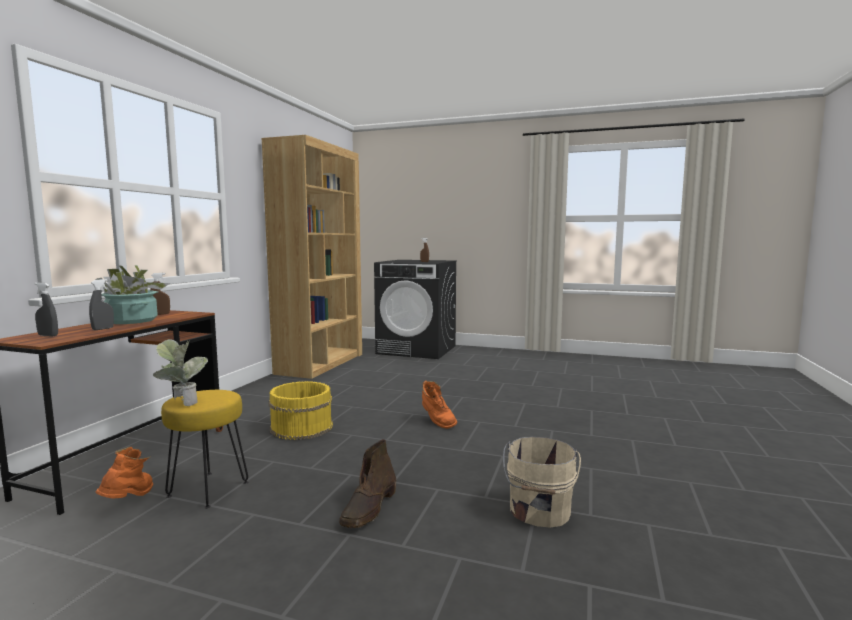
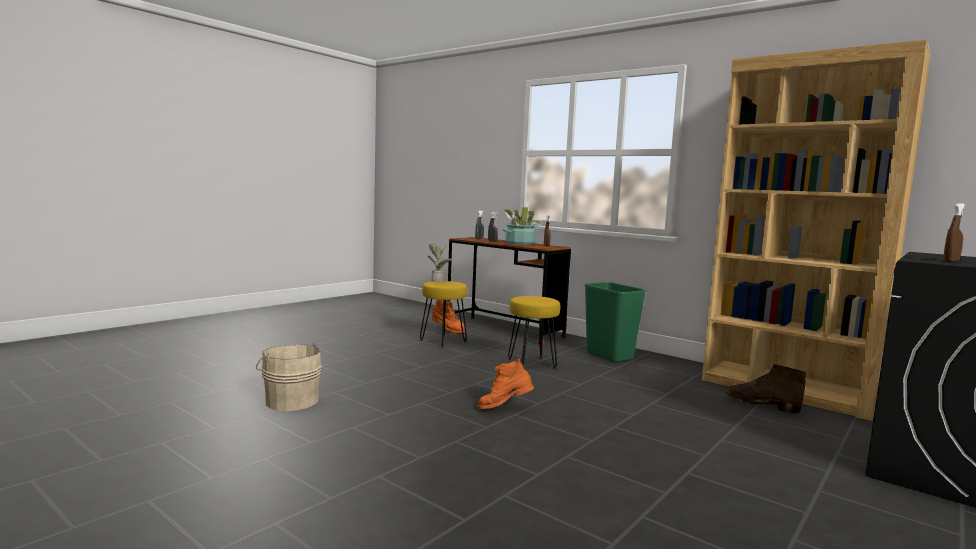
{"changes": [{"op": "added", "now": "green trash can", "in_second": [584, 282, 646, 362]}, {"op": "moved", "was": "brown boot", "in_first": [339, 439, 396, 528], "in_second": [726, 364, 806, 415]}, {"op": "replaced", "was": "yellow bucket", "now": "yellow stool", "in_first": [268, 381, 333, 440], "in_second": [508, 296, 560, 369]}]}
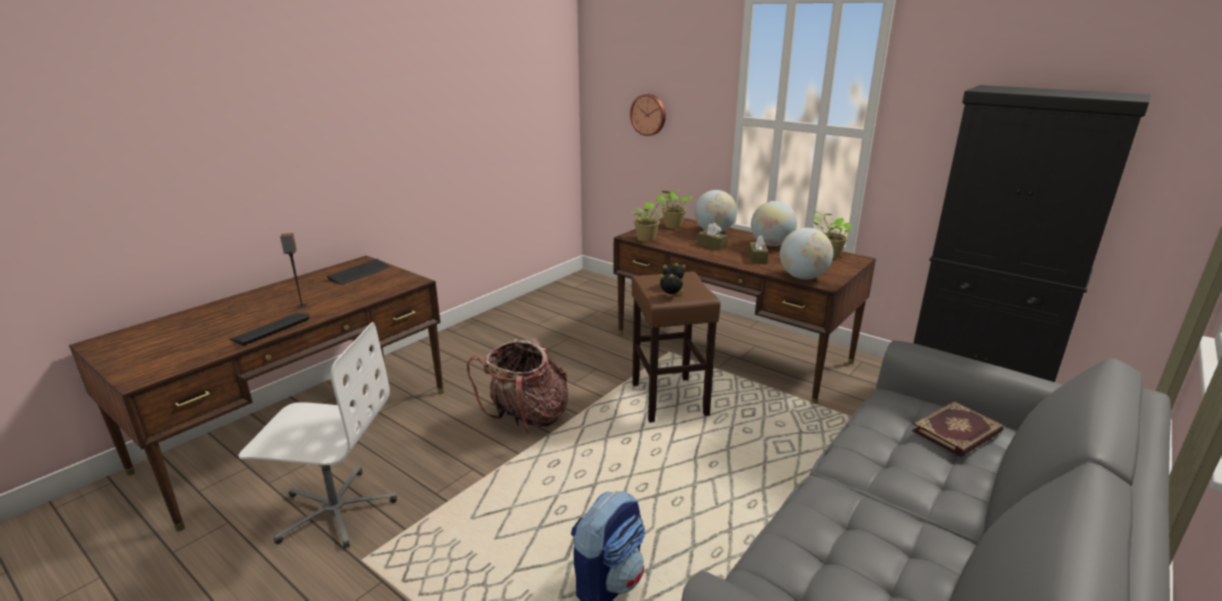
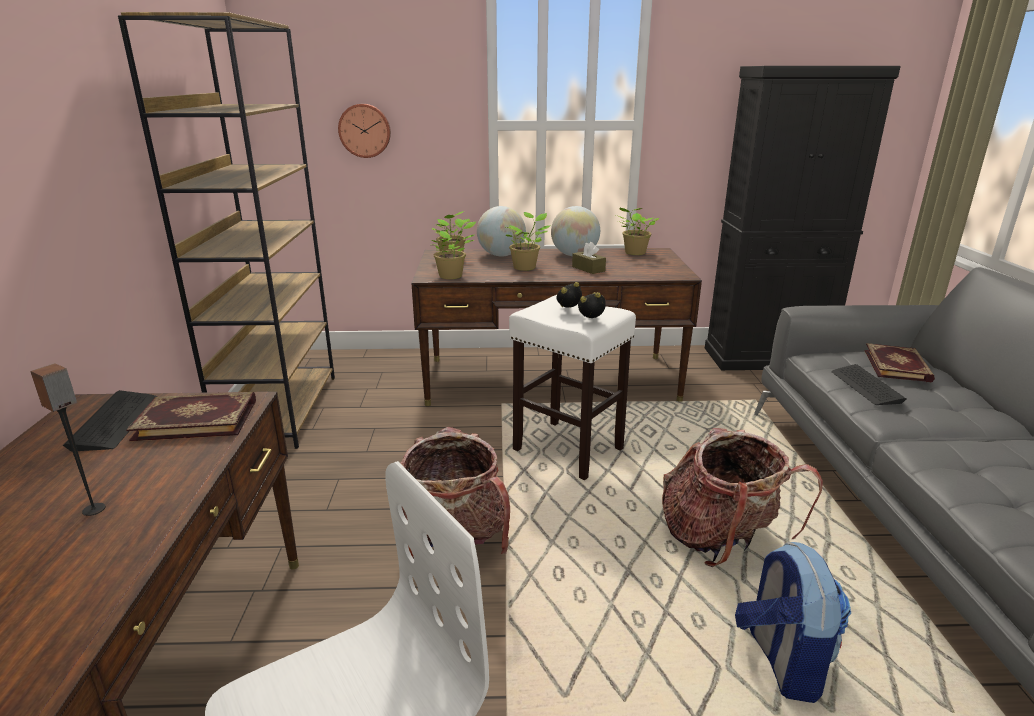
{"changes": [{"op": "removed", "was": "globe", "in_first": [780, 228, 833, 279]}, {"op": "added", "now": "brown bookcase", "in_second": [118, 12, 335, 449]}, {"op": "added", "now": "book", "in_second": [126, 392, 256, 441]}, {"op": "added", "now": "backpack", "in_second": [662, 428, 823, 567]}, {"op": "moved", "was": "keyboard", "in_first": [229, 313, 310, 346], "in_second": [831, 364, 906, 405]}, {"op": "replaced", "was": "brown tissue box", "now": "potted plant", "in_first": [697, 223, 728, 250], "in_second": [506, 212, 551, 271]}, {"op": "recoloured", "was": "brown stool", "now": "white stool", "in_first": [631, 272, 721, 423], "in_second": [509, 295, 636, 480]}]}
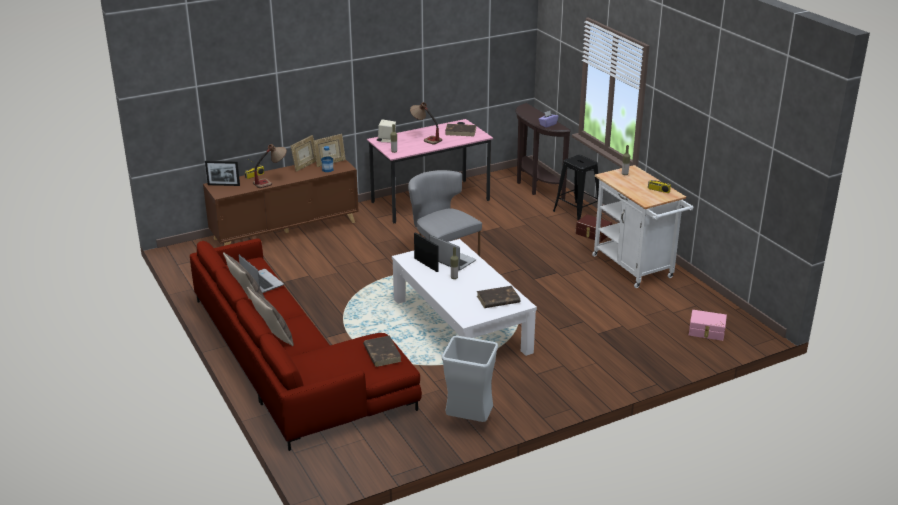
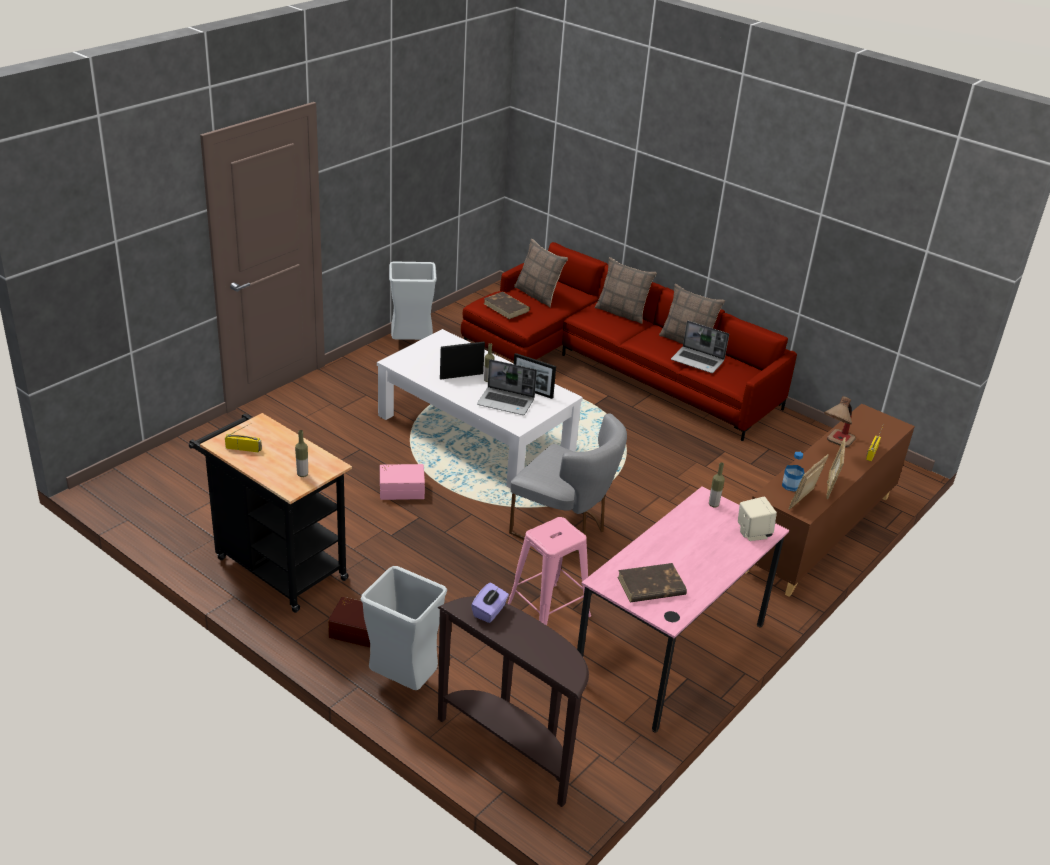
{"changes": [{"op": "removed", "was": "table lamp", "in_first": [410, 102, 442, 145]}, {"op": "removed", "was": "brown book", "in_first": [477, 286, 520, 308]}, {"op": "added", "now": "pink stool", "in_second": [508, 517, 591, 625]}, {"op": "added", "now": "pillow", "in_second": [514, 239, 568, 307]}, {"op": "moved", "was": "picture frame", "in_first": [205, 160, 240, 186], "in_second": [440, 342, 485, 380]}, {"op": "moved", "was": "pink storage box", "in_first": [689, 310, 727, 341], "in_second": [380, 464, 425, 500]}, {"op": "replaced", "was": "black stool", "now": "grey trash can", "in_first": [553, 155, 602, 220], "in_second": [361, 566, 447, 690]}, {"op": "recoloured", "was": "white cart", "now": "black cart", "in_first": [592, 165, 694, 288], "in_second": [189, 413, 352, 613]}]}
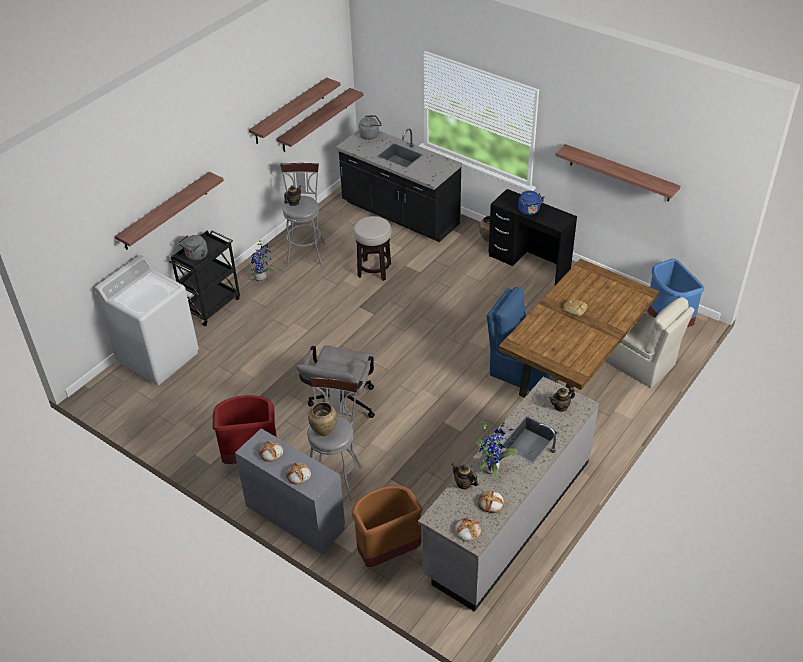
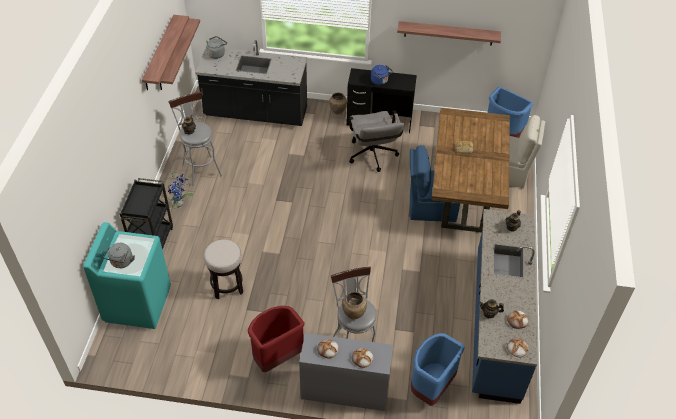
{"changes": [{"op": "removed", "was": "shelf", "in_first": [115, 172, 224, 250]}, {"op": "removed", "was": "potted plant", "in_first": [475, 421, 517, 477]}, {"op": "moved", "was": "grey kettle", "in_first": [179, 235, 208, 260], "in_second": [104, 243, 135, 268]}, {"op": "moved", "was": "grey office chair", "in_first": [297, 345, 375, 418], "in_second": [349, 111, 404, 172]}, {"op": "moved", "was": "stool", "in_first": [353, 216, 392, 281], "in_second": [204, 239, 243, 300]}, {"op": "recoloured", "was": "white washing machine", "now": "turquoise washing machine", "in_first": [95, 255, 199, 385], "in_second": [83, 222, 171, 329]}, {"op": "recoloured", "was": "brown trash can", "now": "blue trash can", "in_first": [352, 485, 423, 567], "in_second": [411, 333, 465, 406]}, {"op": "recoloured", "was": "grey counter", "now": "blue counter", "in_first": [418, 376, 599, 612], "in_second": [472, 209, 537, 404]}]}
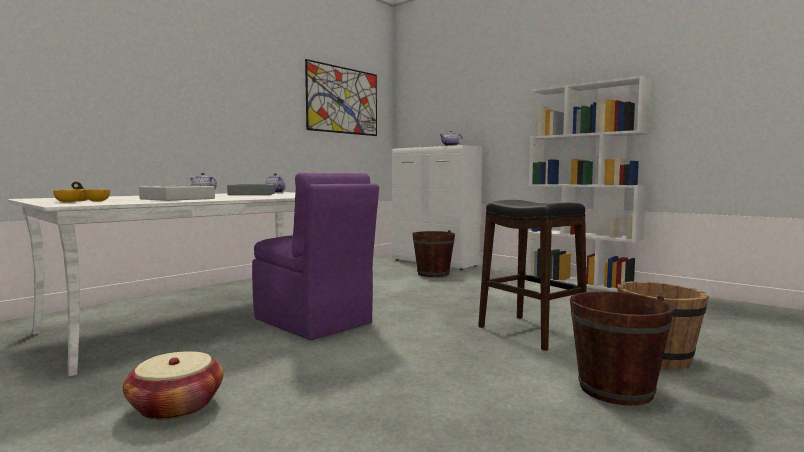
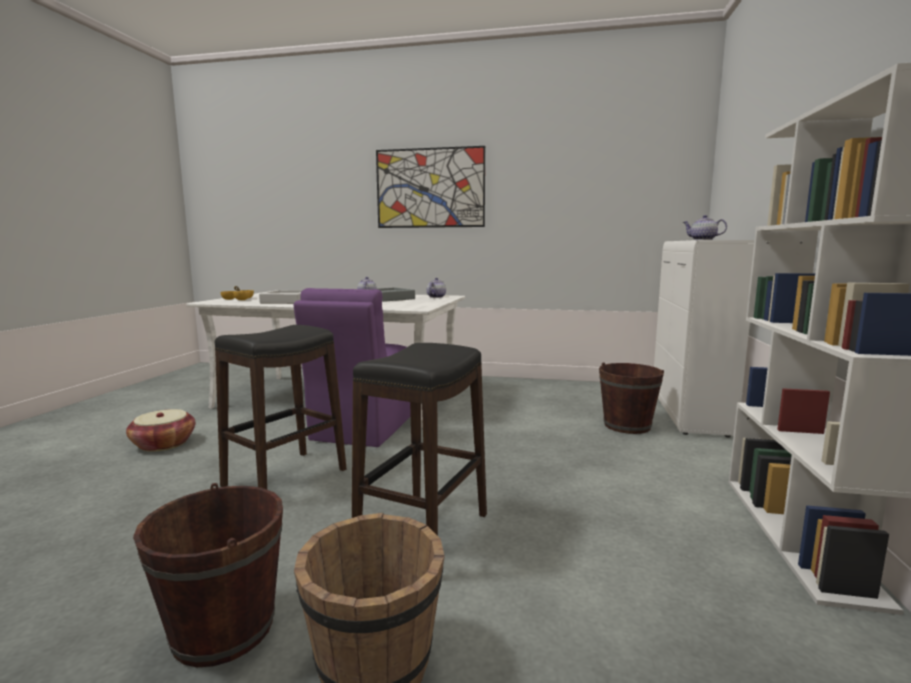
{"changes": [{"op": "added", "now": "black stool", "in_second": [215, 325, 347, 489]}, {"op": "moved", "was": "picture", "in_first": [305, 59, 377, 136], "in_second": [376, 146, 485, 228]}]}
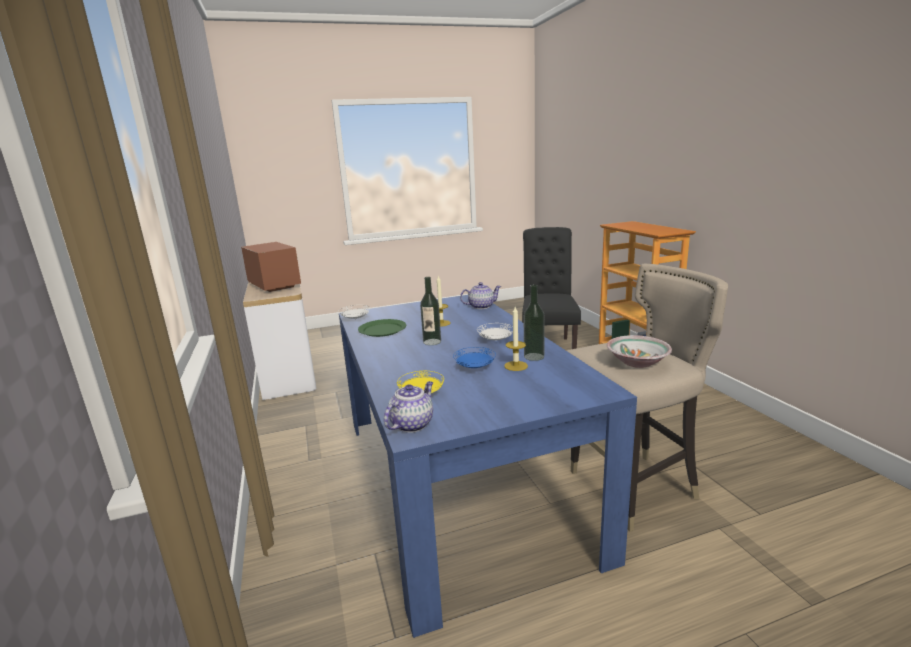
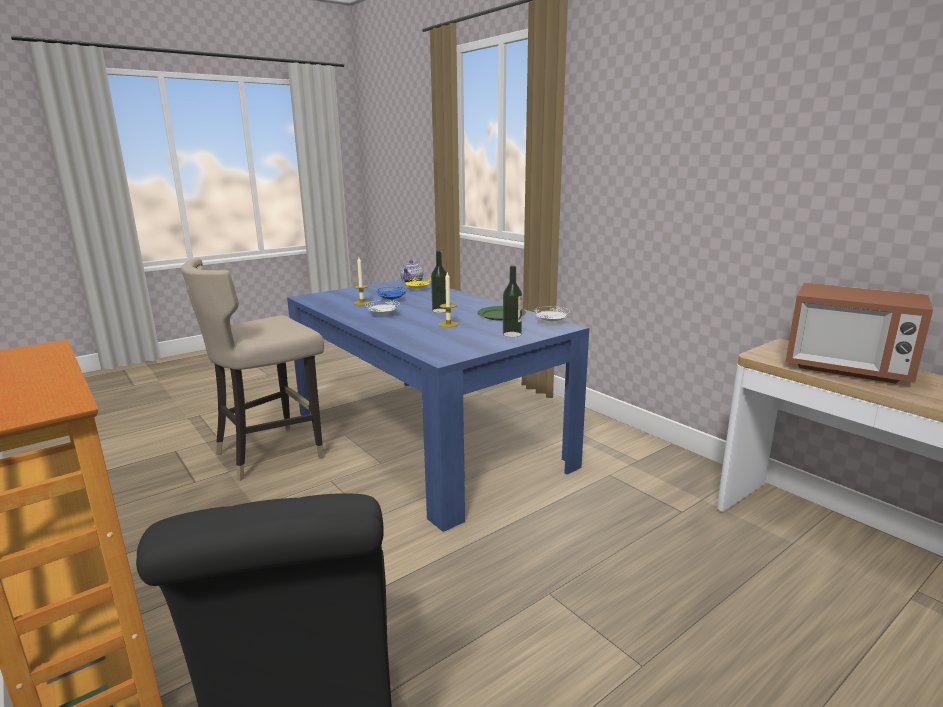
{"changes": [{"op": "removed", "was": "teapot", "in_first": [460, 282, 501, 309]}, {"op": "removed", "was": "bowl", "in_first": [607, 335, 672, 368]}, {"op": "moved", "was": "bottle", "in_first": [524, 285, 545, 361], "in_second": [503, 266, 522, 337]}]}
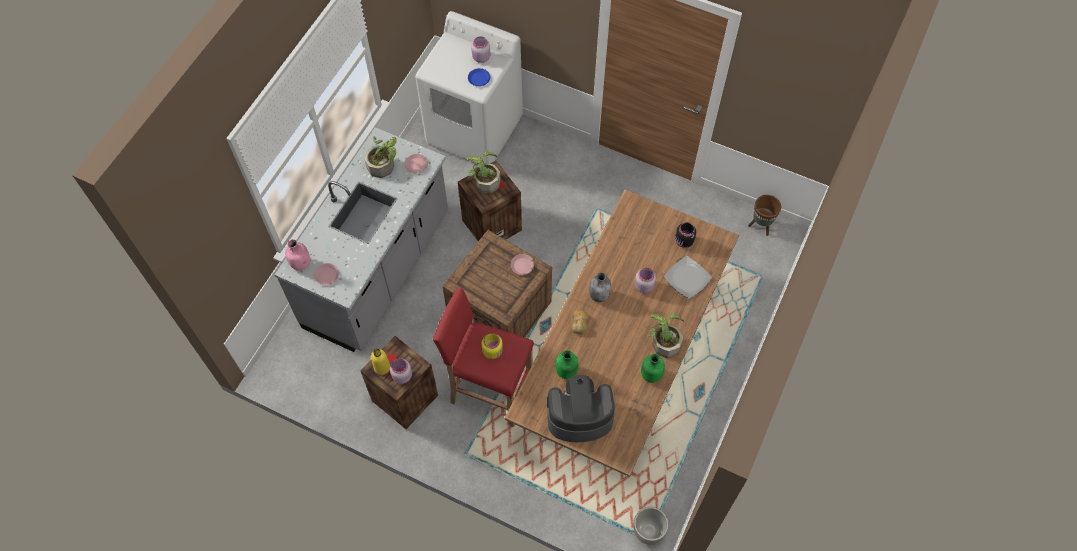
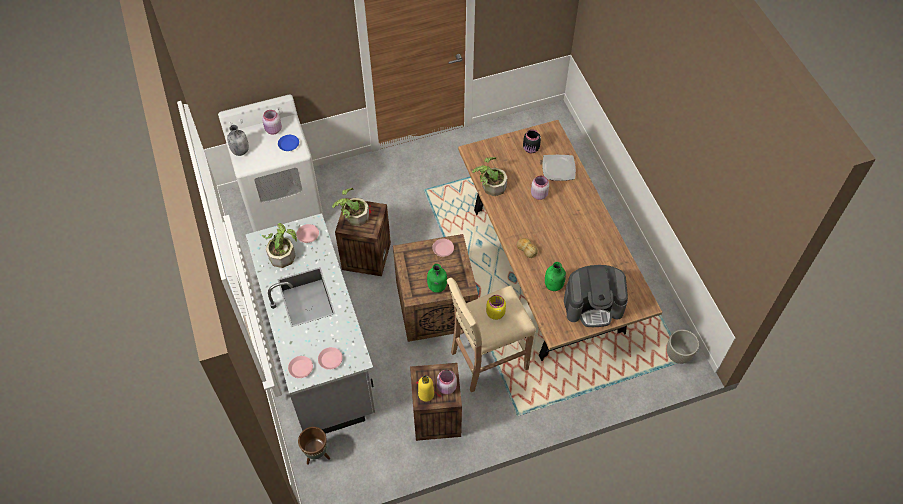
{"changes": [{"op": "moved", "was": "grey bottle", "in_first": [589, 272, 611, 302], "in_second": [227, 125, 249, 156]}, {"op": "moved", "was": "green bottle", "in_first": [641, 354, 665, 383], "in_second": [427, 264, 447, 293]}, {"op": "moved", "was": "potted plant", "in_first": [647, 313, 684, 358], "in_second": [472, 157, 507, 196]}, {"op": "moved", "was": "brown planter", "in_first": [748, 195, 781, 236], "in_second": [298, 427, 330, 465]}, {"op": "replaced", "was": "pink bottle", "now": "pink plate", "in_first": [285, 239, 310, 270], "in_second": [288, 356, 313, 378]}, {"op": "recoloured", "was": "red stool", "now": "beige stool", "in_first": [433, 287, 534, 427], "in_second": [446, 278, 536, 392]}, {"op": "turned", "was": "coffee machine", "in_first": [547, 375, 615, 442], "in_second": [564, 265, 628, 327], "clockwise": -135}]}
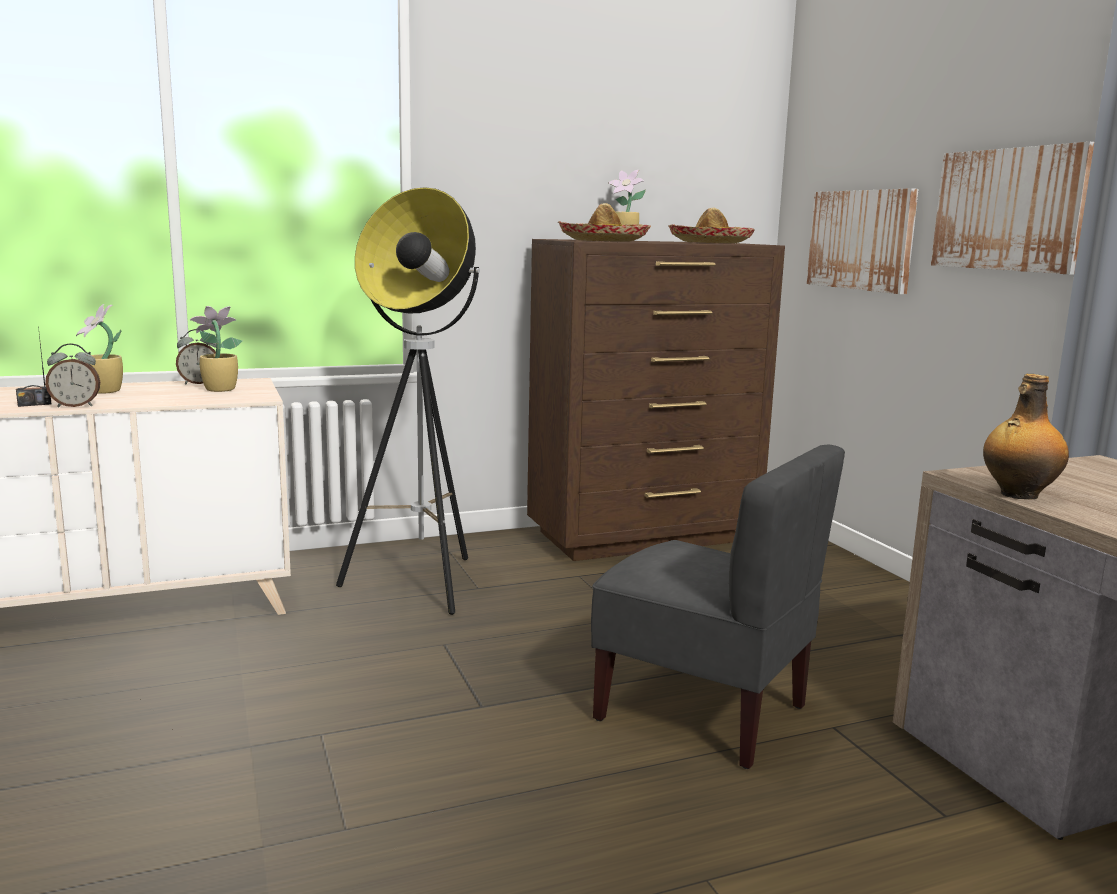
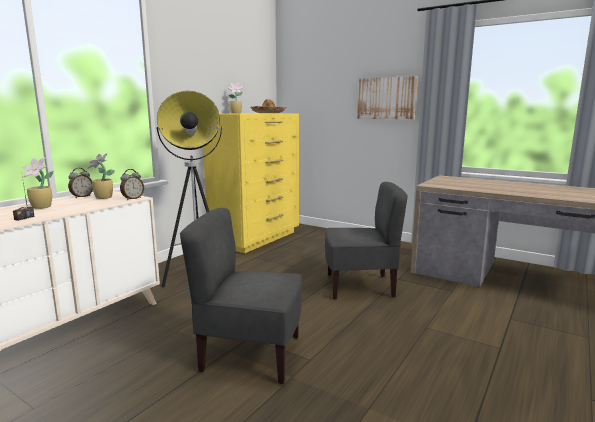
{"changes": [{"op": "removed", "was": "hat", "in_first": [557, 203, 651, 242]}, {"op": "removed", "was": "picture", "in_first": [807, 188, 919, 294]}, {"op": "removed", "was": "bottle", "in_first": [983, 374, 1069, 500]}, {"op": "added", "now": "grey chair", "in_second": [180, 208, 302, 384]}, {"op": "moved", "was": "alarm clock", "in_first": [45, 343, 100, 407], "in_second": [120, 169, 144, 200]}, {"op": "recoloured", "was": "brown dresser", "now": "yellow dresser", "in_first": [527, 239, 785, 561], "in_second": [203, 113, 299, 253]}]}
